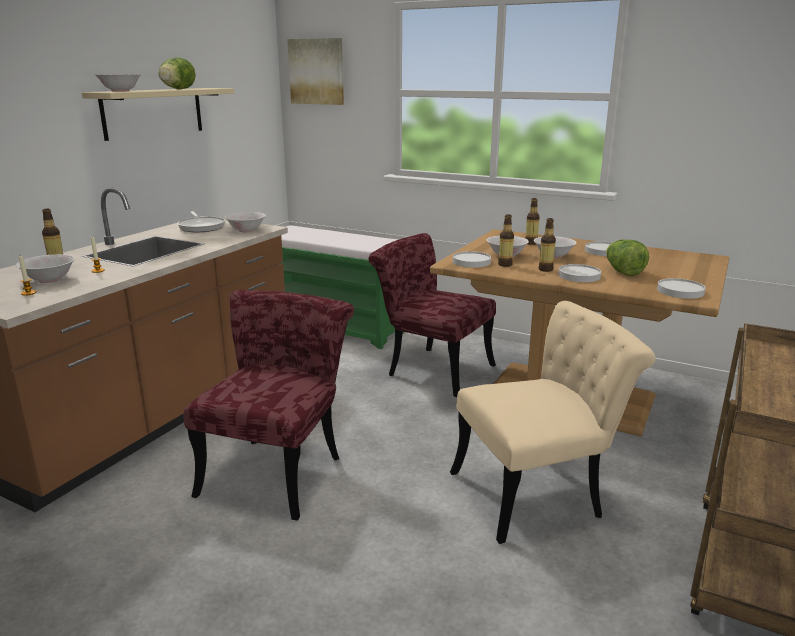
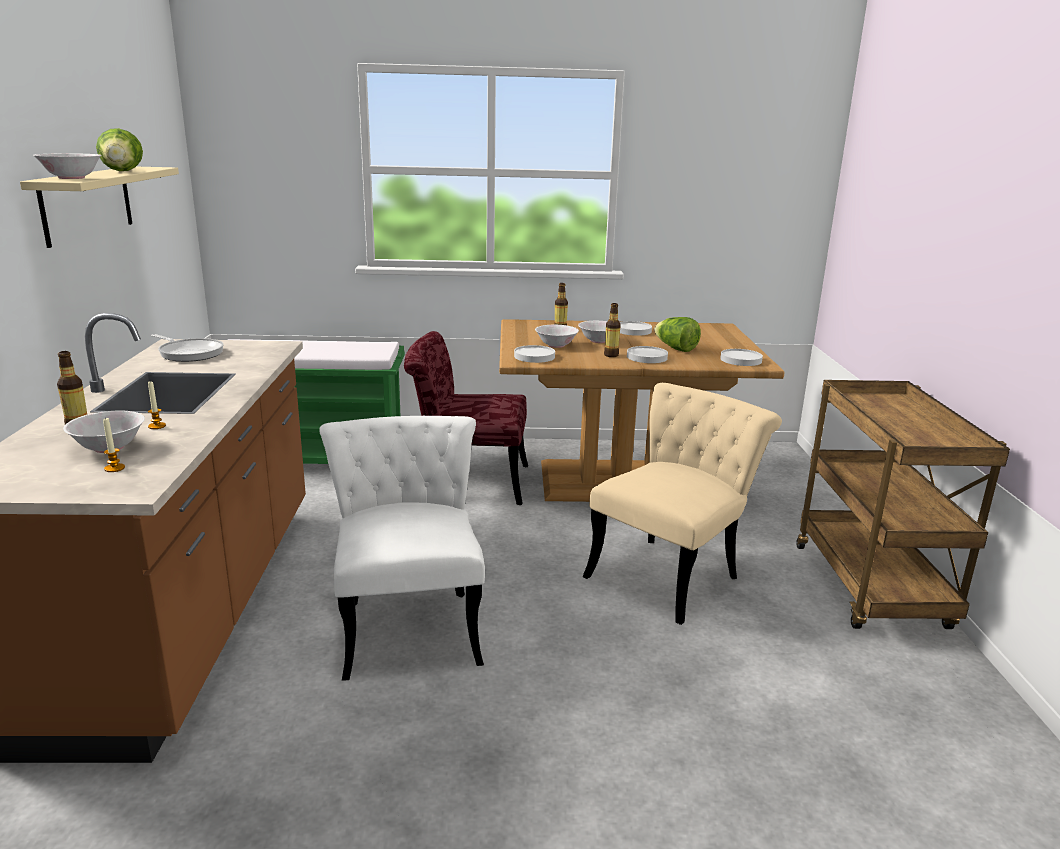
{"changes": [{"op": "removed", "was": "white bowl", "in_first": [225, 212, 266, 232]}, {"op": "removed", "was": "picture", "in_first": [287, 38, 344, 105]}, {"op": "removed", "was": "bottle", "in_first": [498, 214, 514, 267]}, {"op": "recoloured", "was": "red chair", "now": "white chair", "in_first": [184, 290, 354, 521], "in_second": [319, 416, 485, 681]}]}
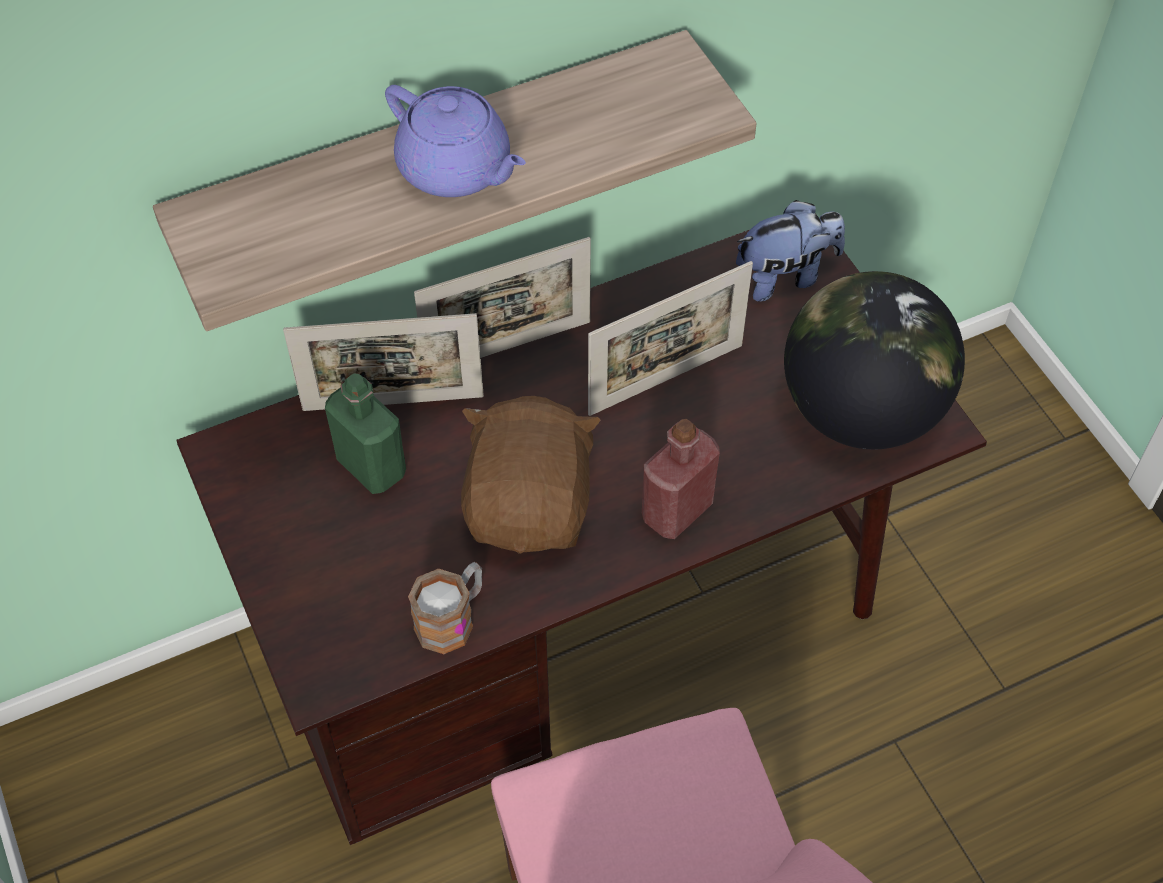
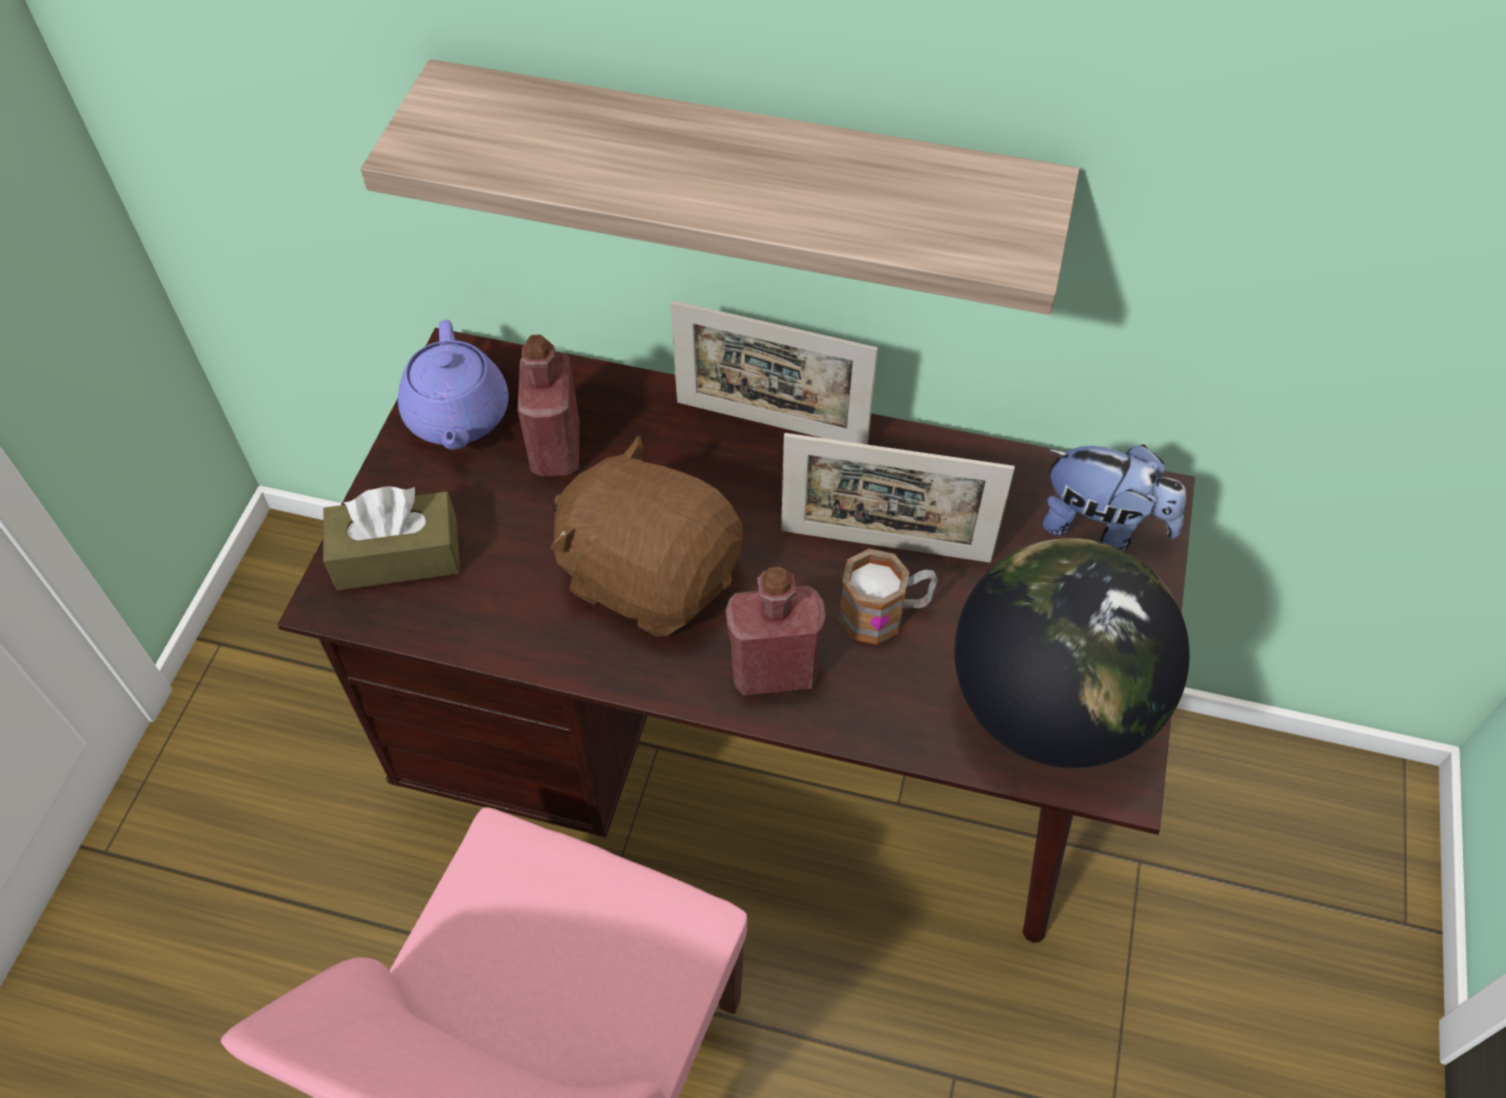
{"changes": [{"op": "removed", "was": "picture frame", "in_first": [283, 313, 484, 411]}, {"op": "added", "now": "brown tissue box", "in_second": [323, 486, 460, 590]}, {"op": "moved", "was": "purple teapot", "in_first": [385, 85, 526, 197], "in_second": [398, 320, 508, 450]}, {"op": "moved", "was": "mug", "in_first": [408, 562, 482, 654], "in_second": [838, 548, 938, 645]}, {"op": "recoloured", "was": "green bottle", "now": "red bottle", "in_first": [325, 373, 406, 494], "in_second": [518, 335, 580, 476]}, {"op": "turned", "was": "brown plush toy", "in_first": [461, 396, 601, 554], "in_second": [551, 436, 742, 636], "clockwise": -105}]}
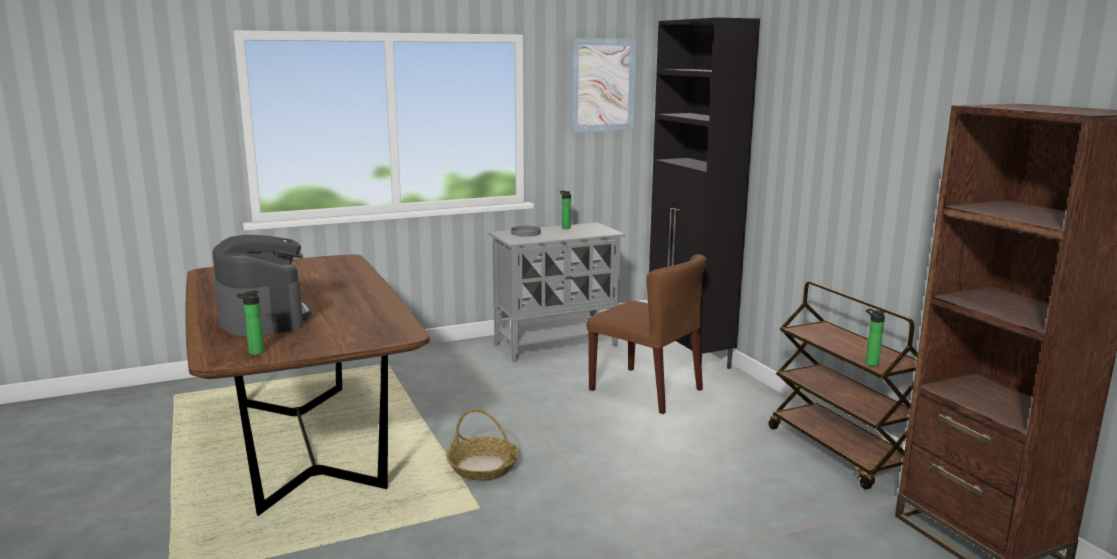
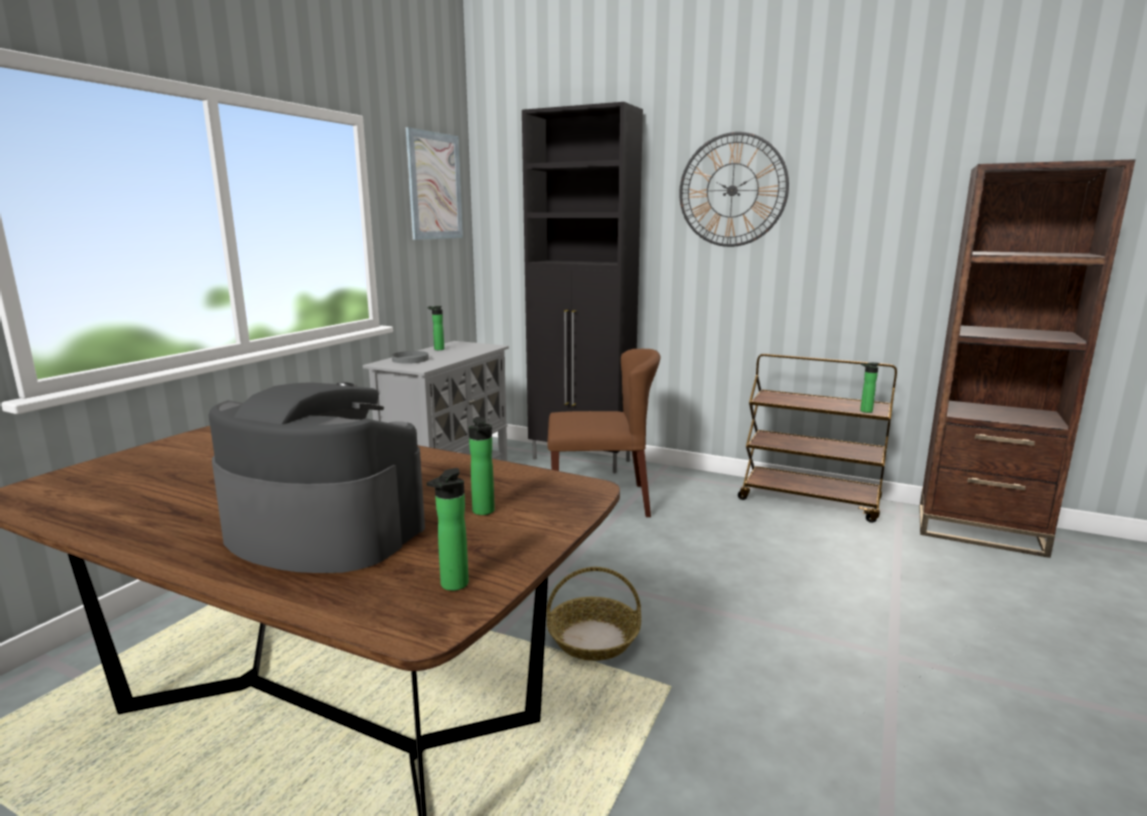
{"changes": [{"op": "added", "now": "bottle", "in_second": [469, 417, 495, 515]}, {"op": "added", "now": "wall clock", "in_second": [679, 132, 789, 247]}]}
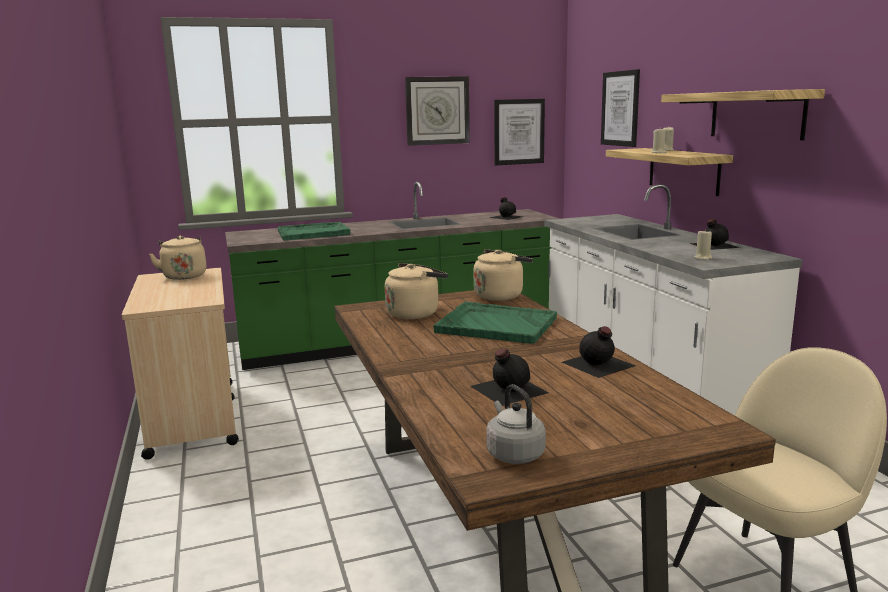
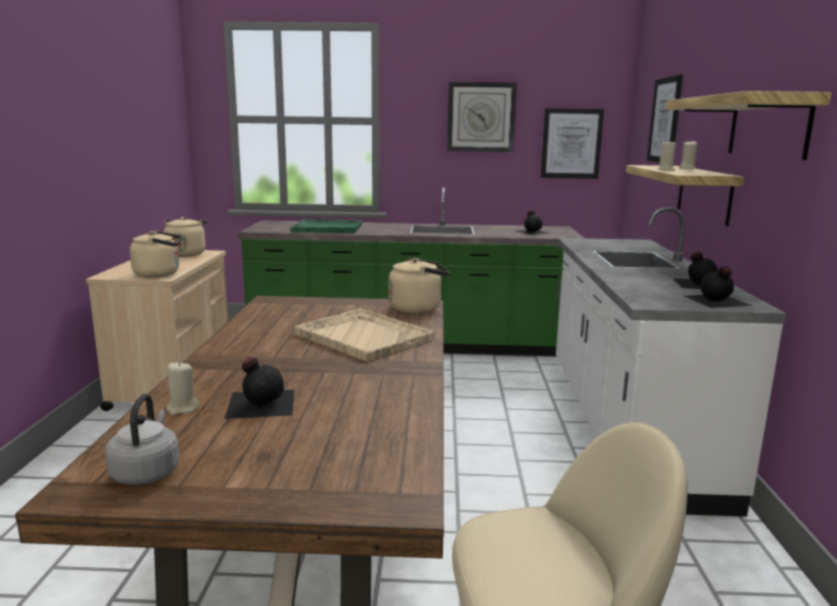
{"changes": [{"op": "moved", "was": "beige kettle", "in_first": [385, 263, 448, 319], "in_second": [130, 231, 182, 277]}, {"op": "moved", "was": "black bottle", "in_first": [561, 326, 636, 378], "in_second": [683, 266, 753, 308]}, {"op": "moved", "was": "beige candle", "in_first": [694, 229, 712, 260], "in_second": [166, 362, 199, 415]}, {"op": "recoloured", "was": "green tray", "now": "beige tray", "in_first": [433, 301, 557, 344], "in_second": [293, 308, 435, 361]}]}
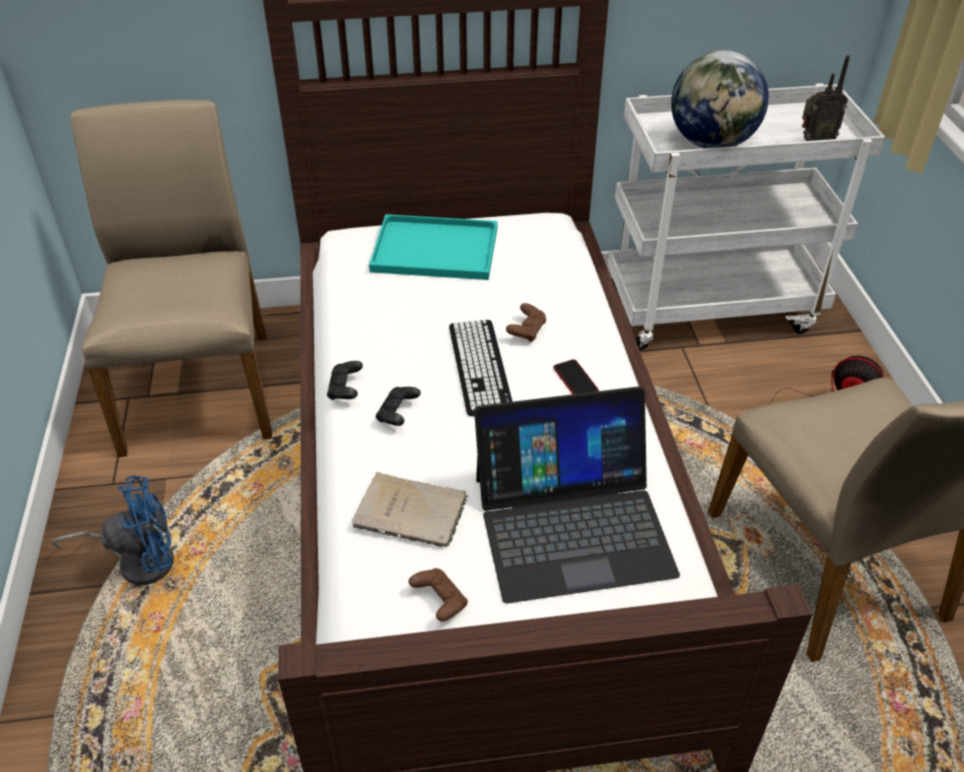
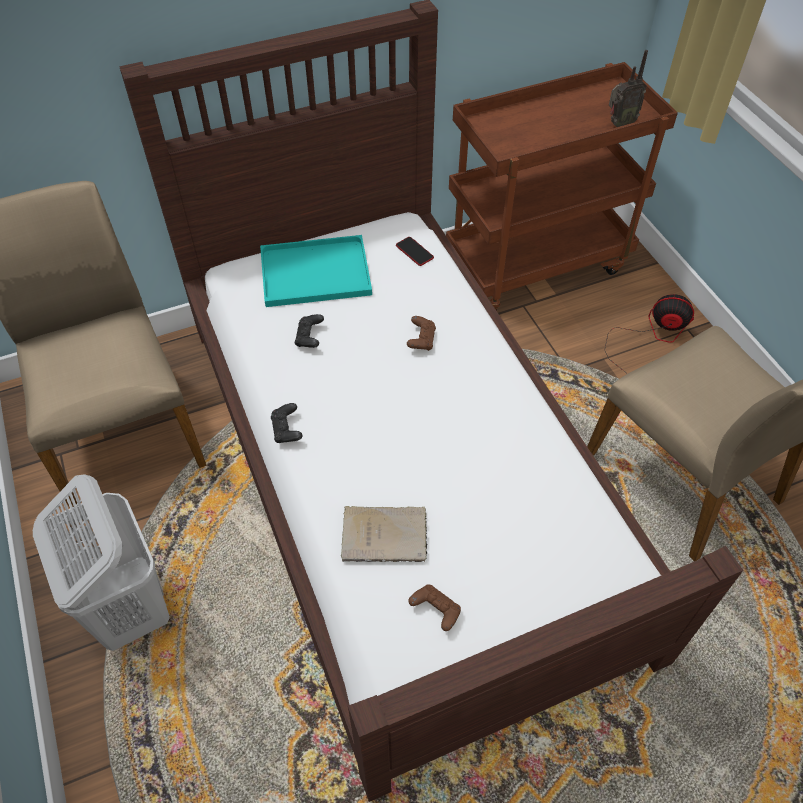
{"changes": [{"op": "removed", "was": "keyboard", "in_first": [449, 320, 513, 416]}, {"op": "removed", "was": "laptop", "in_first": [474, 386, 680, 603]}, {"op": "removed", "was": "globe", "in_first": [671, 50, 769, 148]}, {"op": "moved", "was": "black game controller", "in_first": [376, 387, 421, 426], "in_second": [295, 314, 324, 348]}, {"op": "moved", "was": "phone", "in_first": [553, 359, 599, 394], "in_second": [396, 237, 434, 266]}, {"op": "replaced", "was": "blue fan", "now": "white laundry basket", "in_first": [52, 475, 174, 585], "in_second": [33, 474, 170, 651]}, {"op": "recoloured", "was": "white cart", "now": "brown cart", "in_first": [608, 83, 885, 350], "in_second": [446, 62, 678, 311]}]}
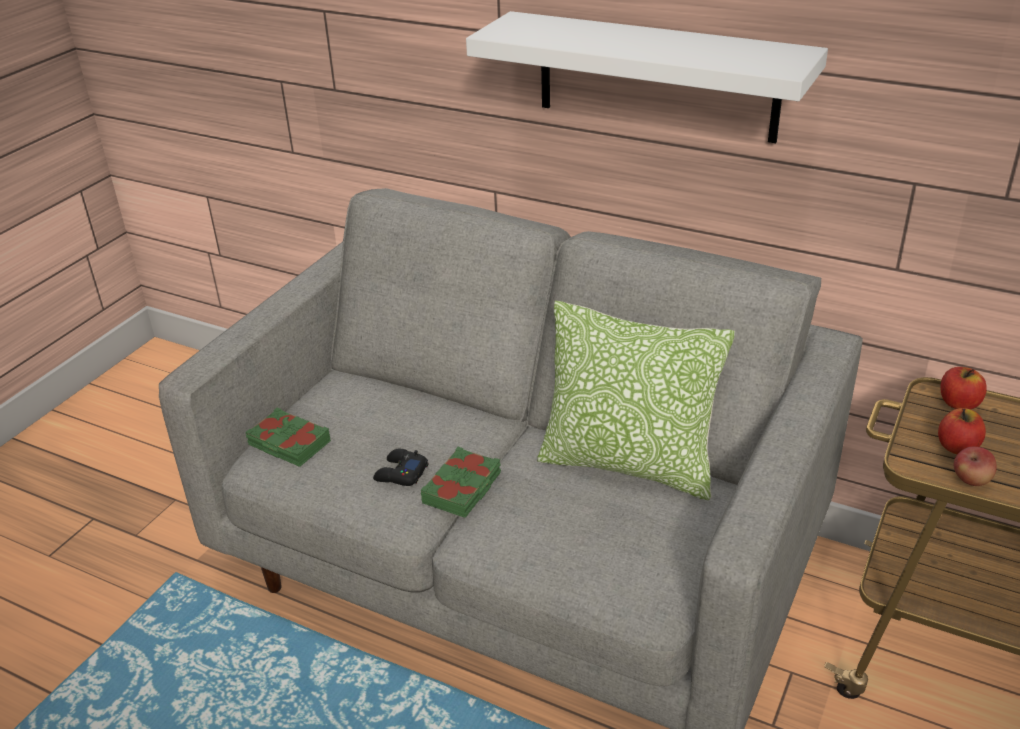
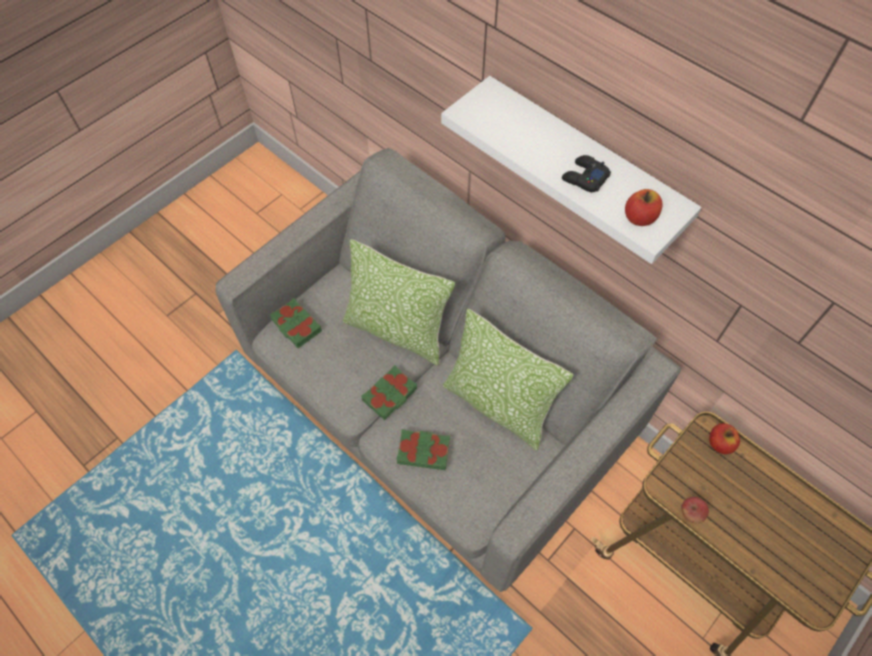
{"changes": [{"op": "added", "now": "pillow", "in_second": [343, 239, 455, 366]}, {"op": "added", "now": "green book", "in_second": [396, 429, 450, 470]}, {"op": "moved", "was": "black game controller", "in_first": [373, 449, 429, 486], "in_second": [562, 155, 611, 192]}, {"op": "moved", "was": "apple", "in_first": [938, 408, 986, 454], "in_second": [625, 189, 662, 226]}]}
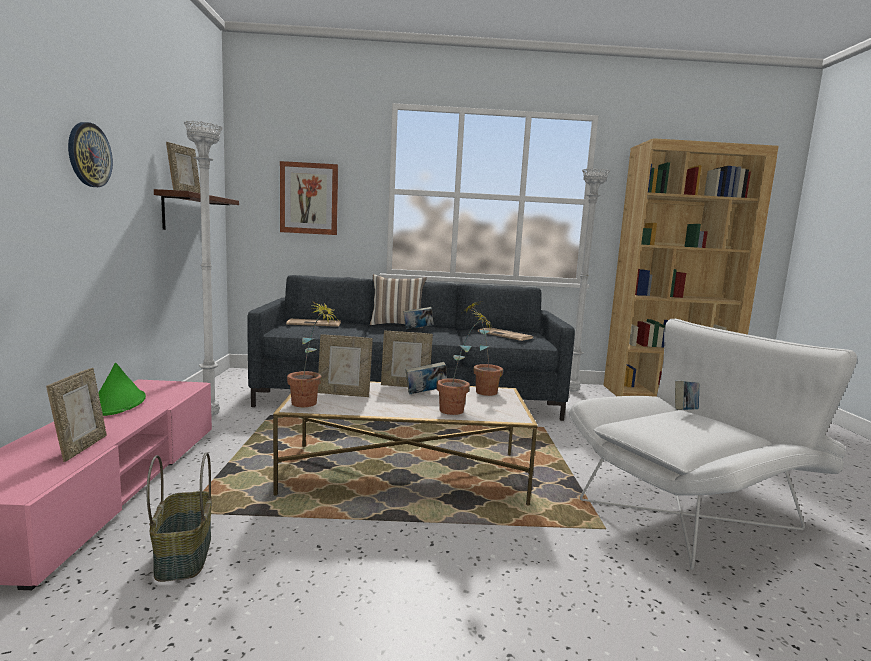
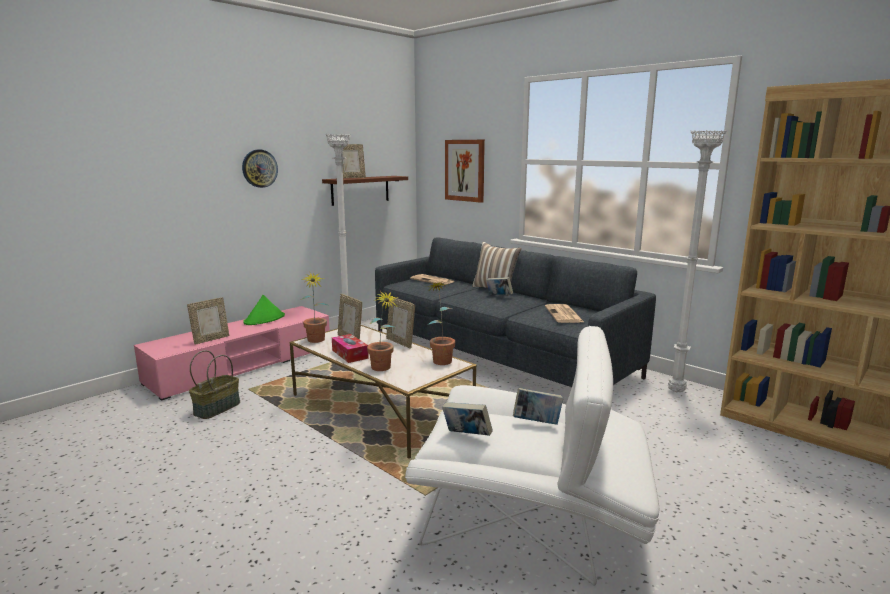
{"changes": [{"op": "added", "now": "tissue box", "in_second": [332, 334, 369, 363]}, {"op": "moved", "was": "book", "in_first": [405, 362, 447, 394], "in_second": [442, 402, 493, 436]}]}
